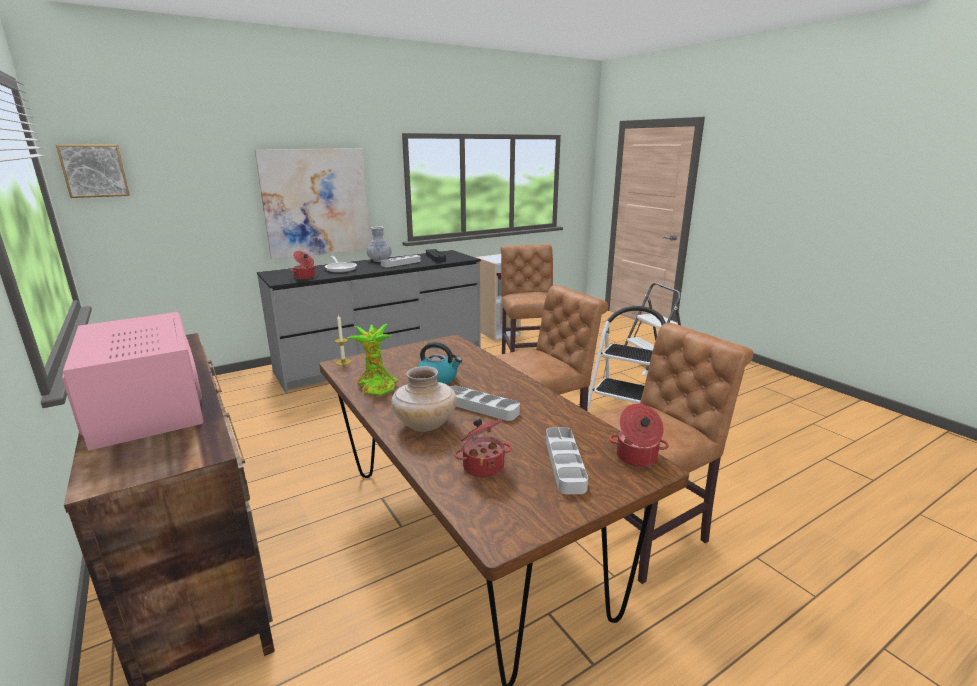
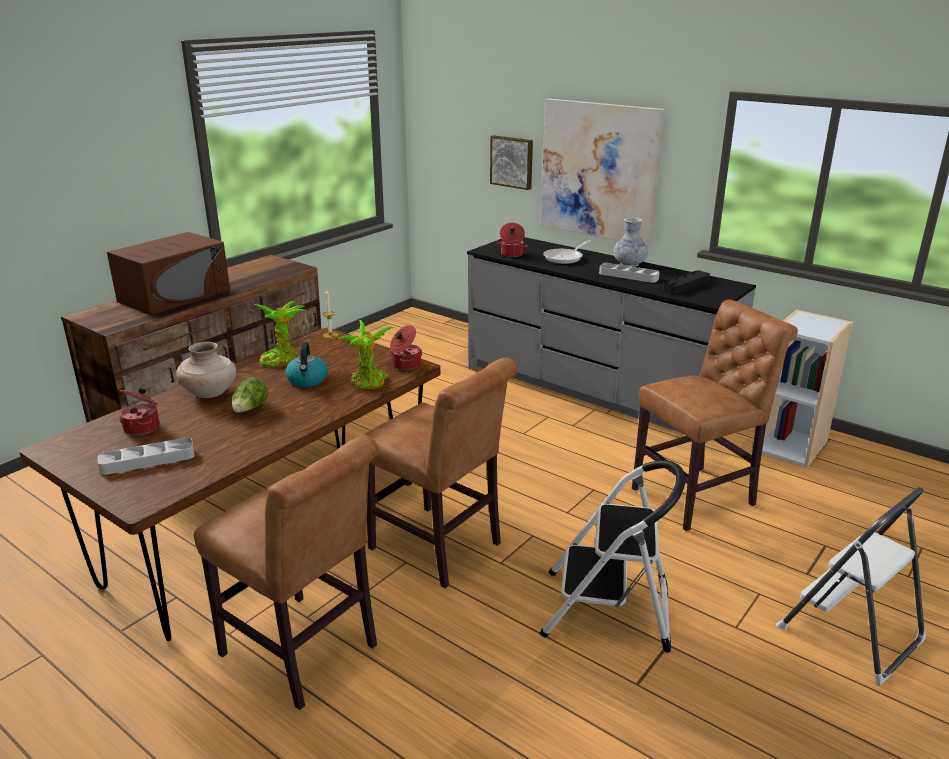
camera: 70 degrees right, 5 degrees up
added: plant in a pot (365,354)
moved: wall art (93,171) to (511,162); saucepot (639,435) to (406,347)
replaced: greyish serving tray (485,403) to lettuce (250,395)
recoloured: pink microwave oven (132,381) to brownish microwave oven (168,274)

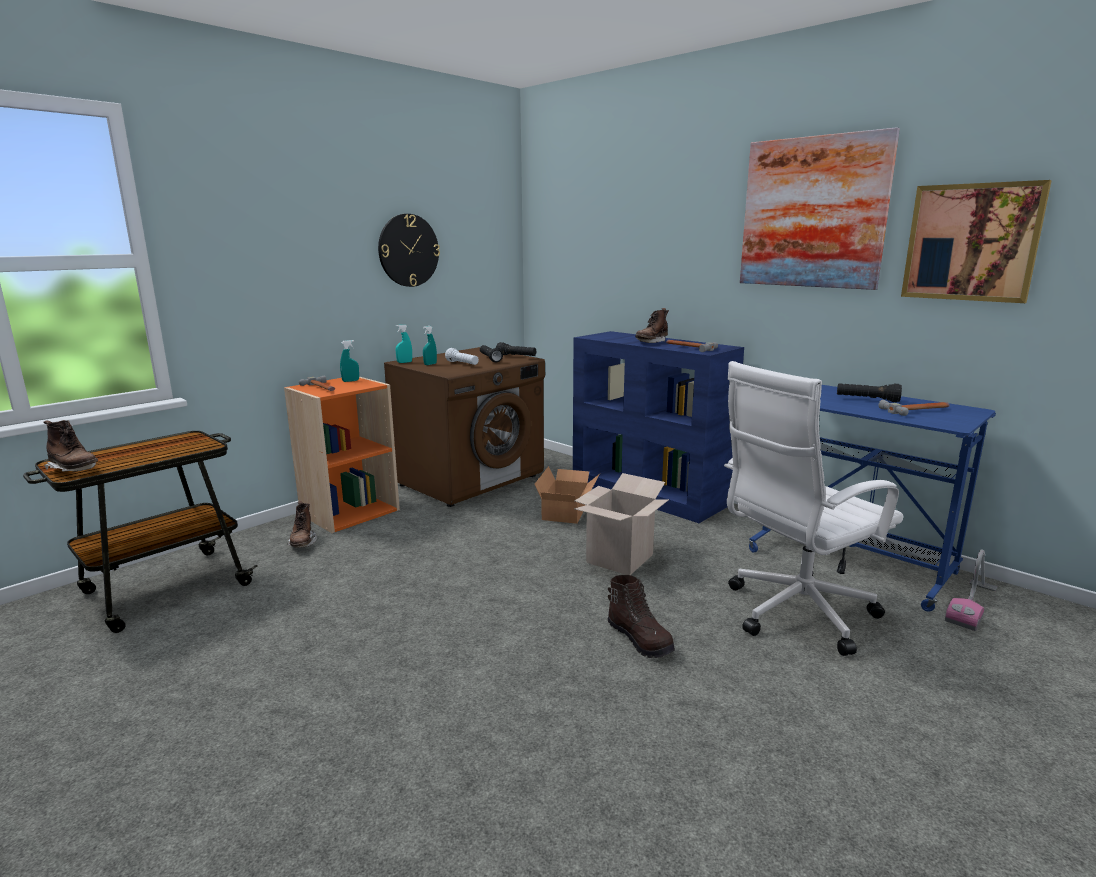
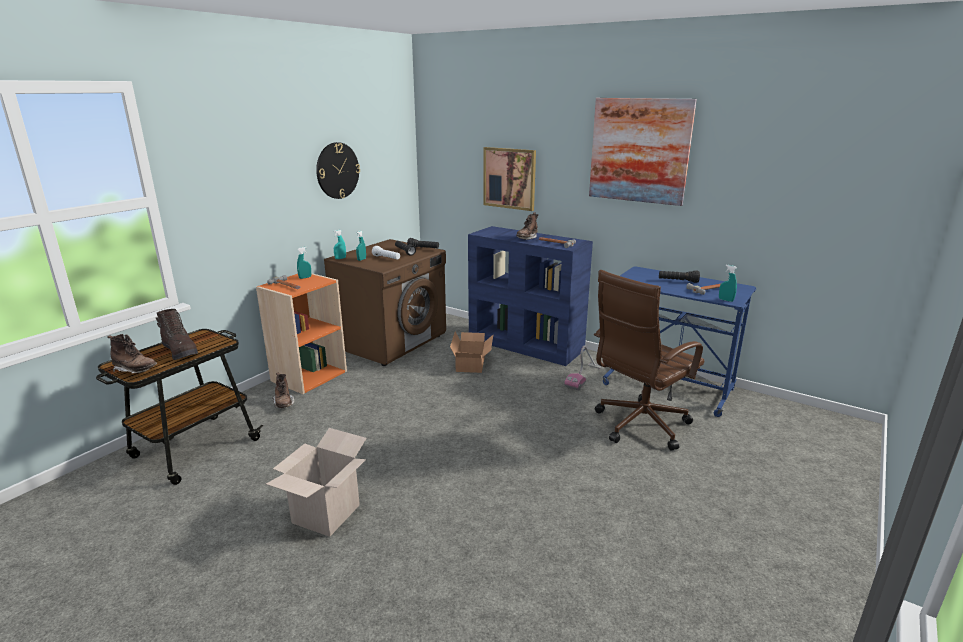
camera: 10 degrees left, 5 degrees up
added: blue-green hand sprayer (728,283)
moved: carton (621,524) to (316,482); brownish high-top boot (641,616) to (177,334); wall art (976,241) to (509,179); vacuum cleaner (971,590) to (583,368)
recoloured: white office chair (813,508) to brownish office chair (649,360)

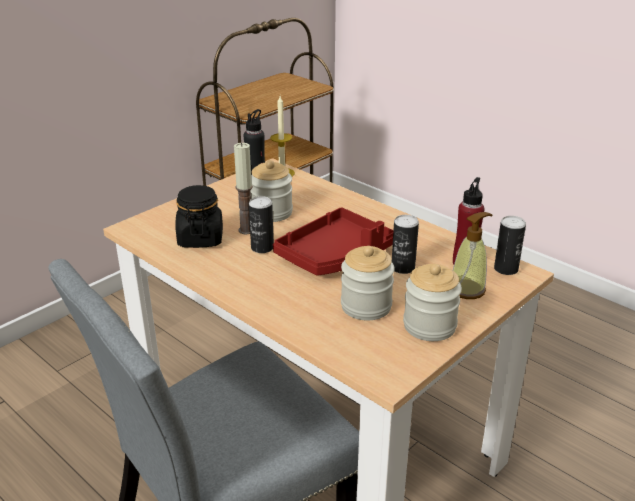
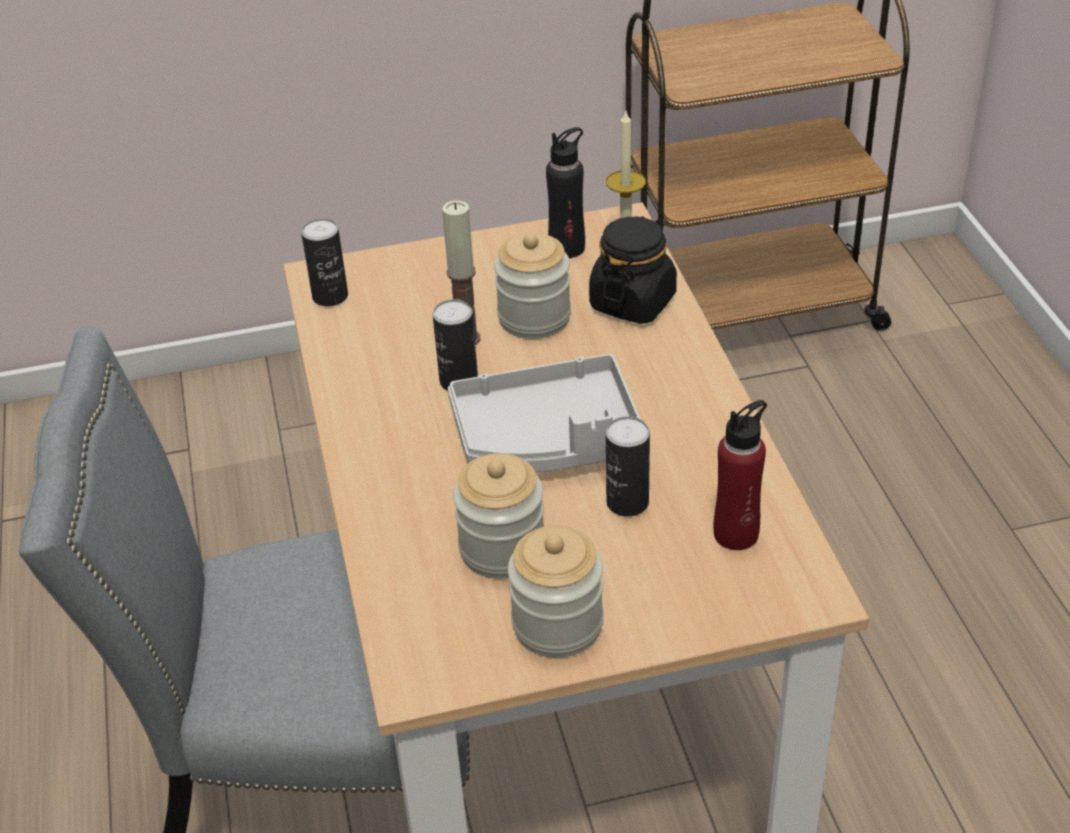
camera: 35 degrees right, 10 degrees up
removed: soap dispenser (472,255)
moved: blackish preserve jar (199,216) to (633,270); sealed can (510,245) to (324,262)
recoloured: red-coloured serving tray (333,241) to greyish serving tray (544,413)

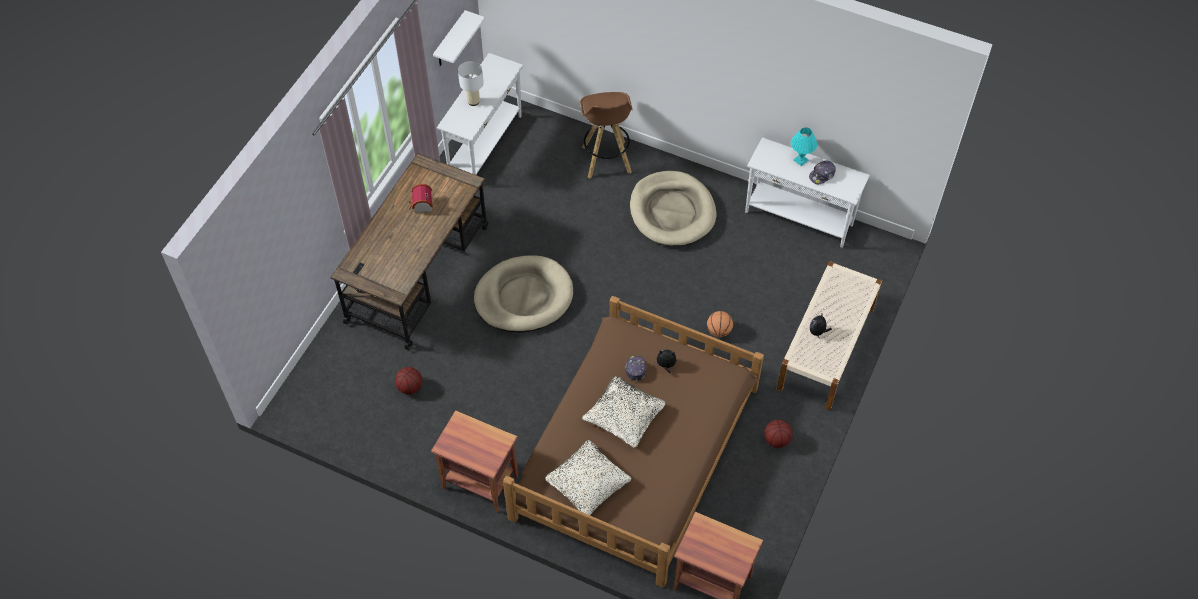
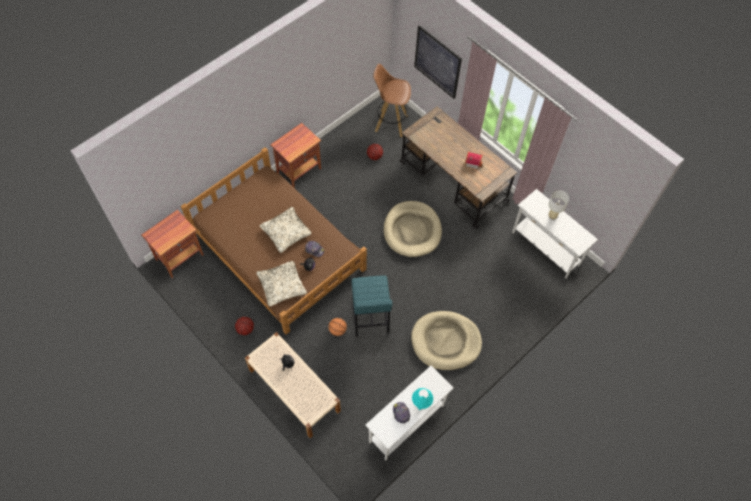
camera: 110 degrees right, 5 degrees up
removed: white bracket shelf (459,38)
added: blue-green stool seat (372,305); wall art (438,62)
moved: sand-coloured pillow (588,477) to (281,284); brownish stool seat (606,135) to (392,100)

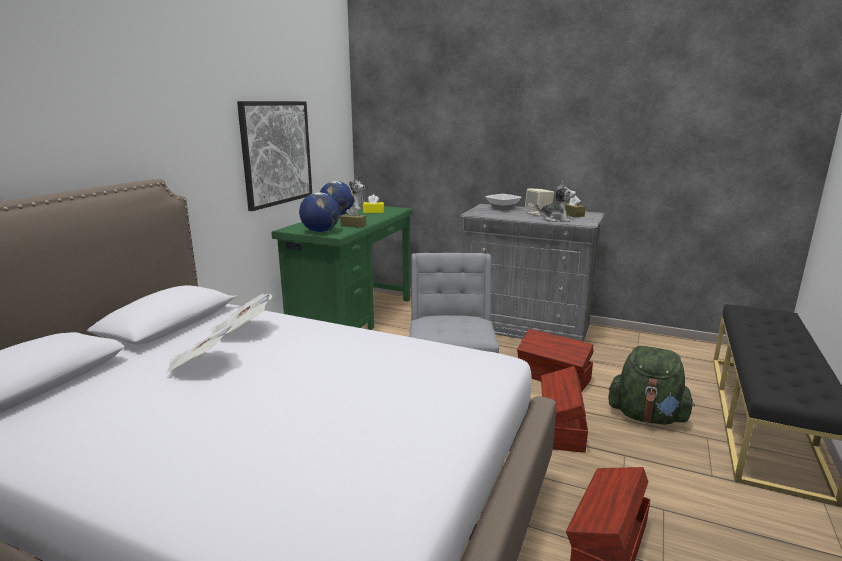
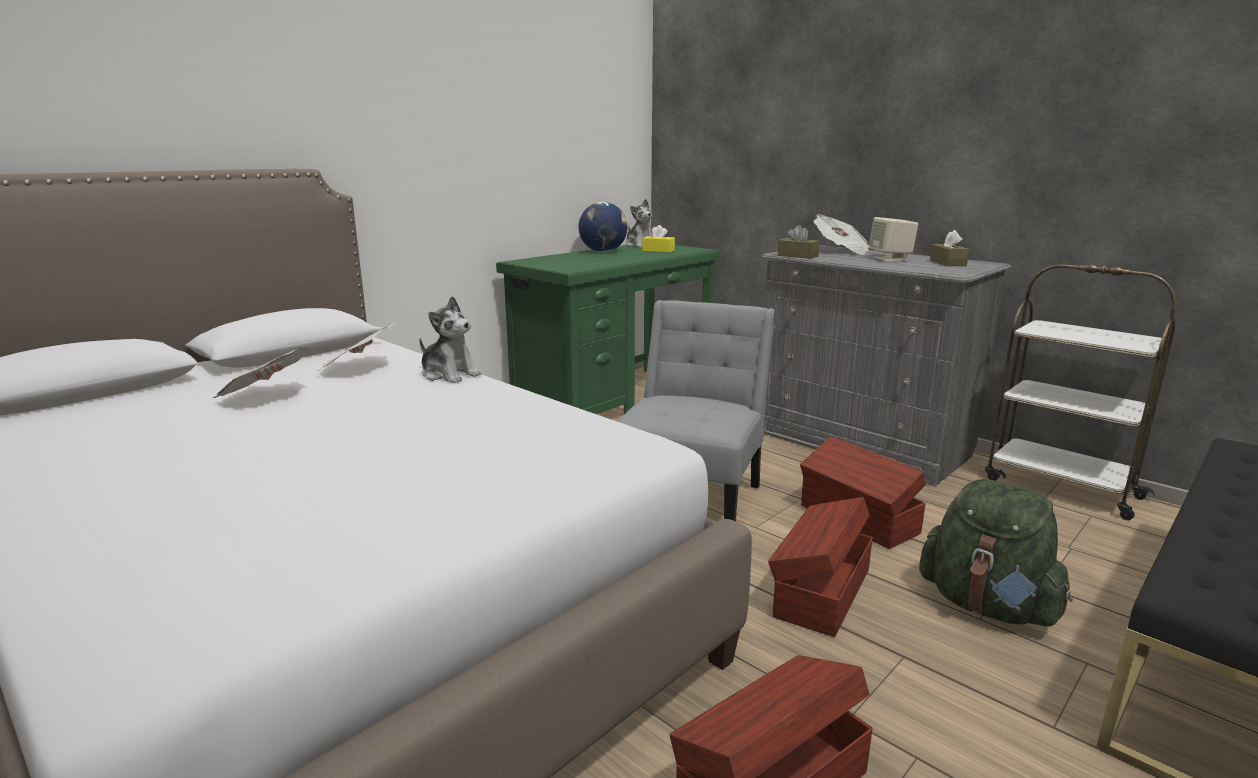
camera: 20 degrees right, 0 degrees up
removed: wall art (274,156); world globe (319,212)
added: white trolley (1080,392)
moved: brownish tissue box (353,217) to (799,242); plush toy (556,201) to (450,339)
replaced: deep dish (503,202) to daily paper (841,234)

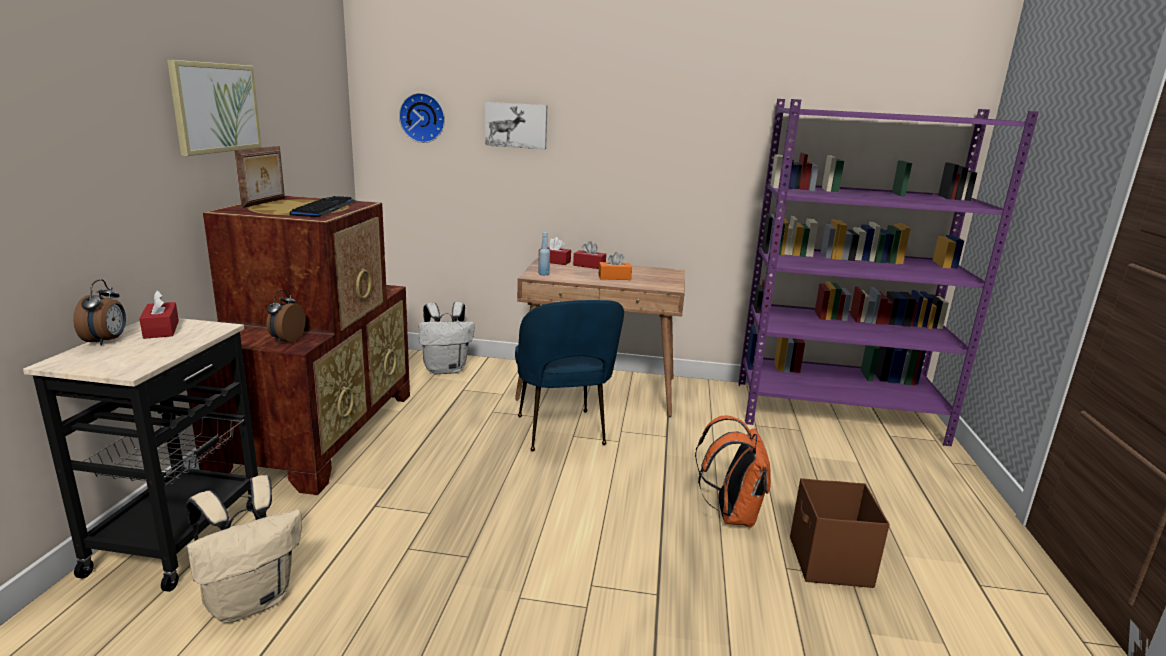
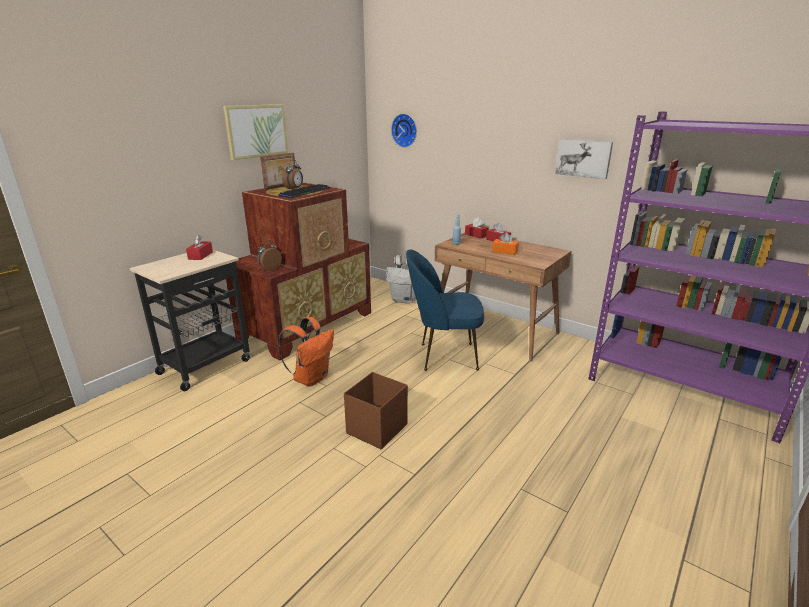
camera: 30 degrees right, 5 degrees up
removed: sand-coloured knapsack (244,549)
moved: bedside clock (99,312) to (292,174); wall art (516,125) to (584,159); orange knapsack (733,471) to (306,352); brownish storage box (840,533) to (376,410)
turned: bluish plain chair (569,375) = (445,310) 75 degrees clockwise

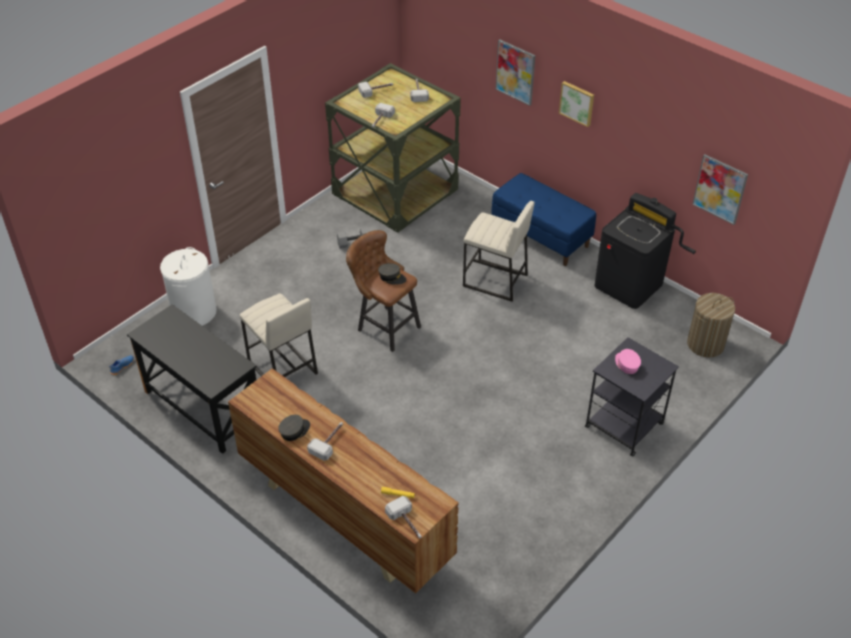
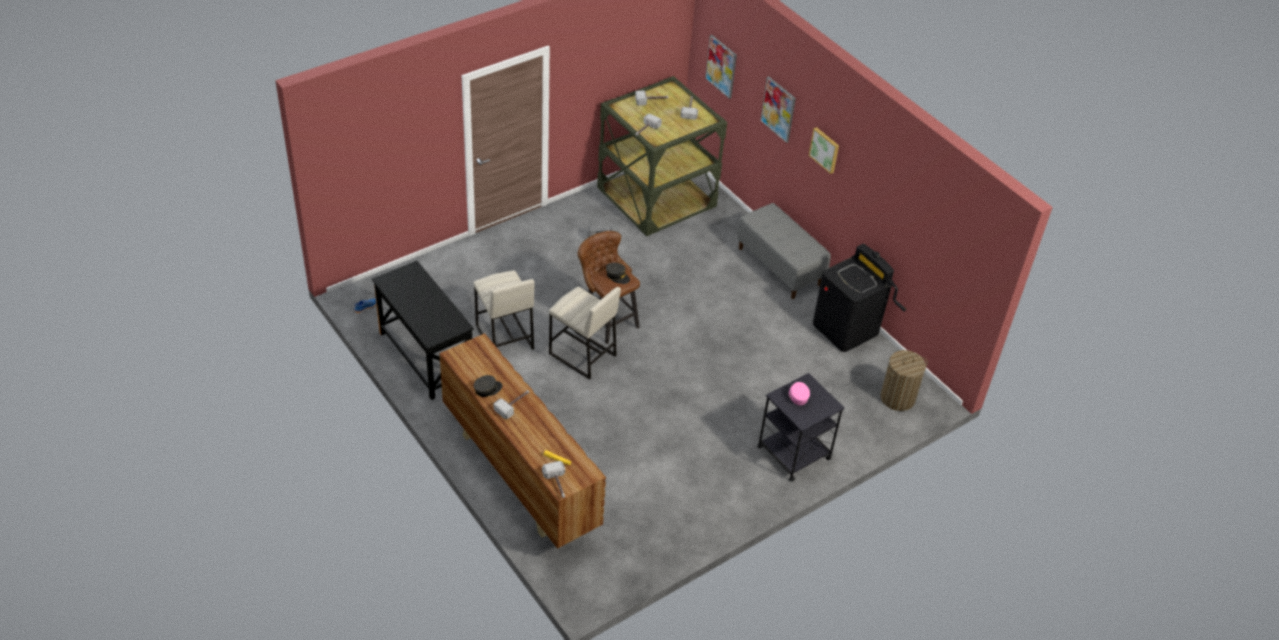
camera: 10 degrees right, 0 degrees up
removed: white washing basket (188,286)
moved: sand-coloured stool seat (498,251) to (585,333); wall art (720,189) to (721,67)
recoloured: bluish bench (543,219) to greyish bench (784,251)

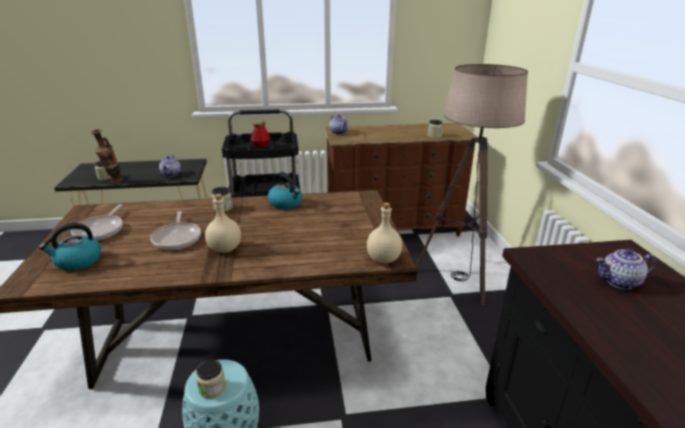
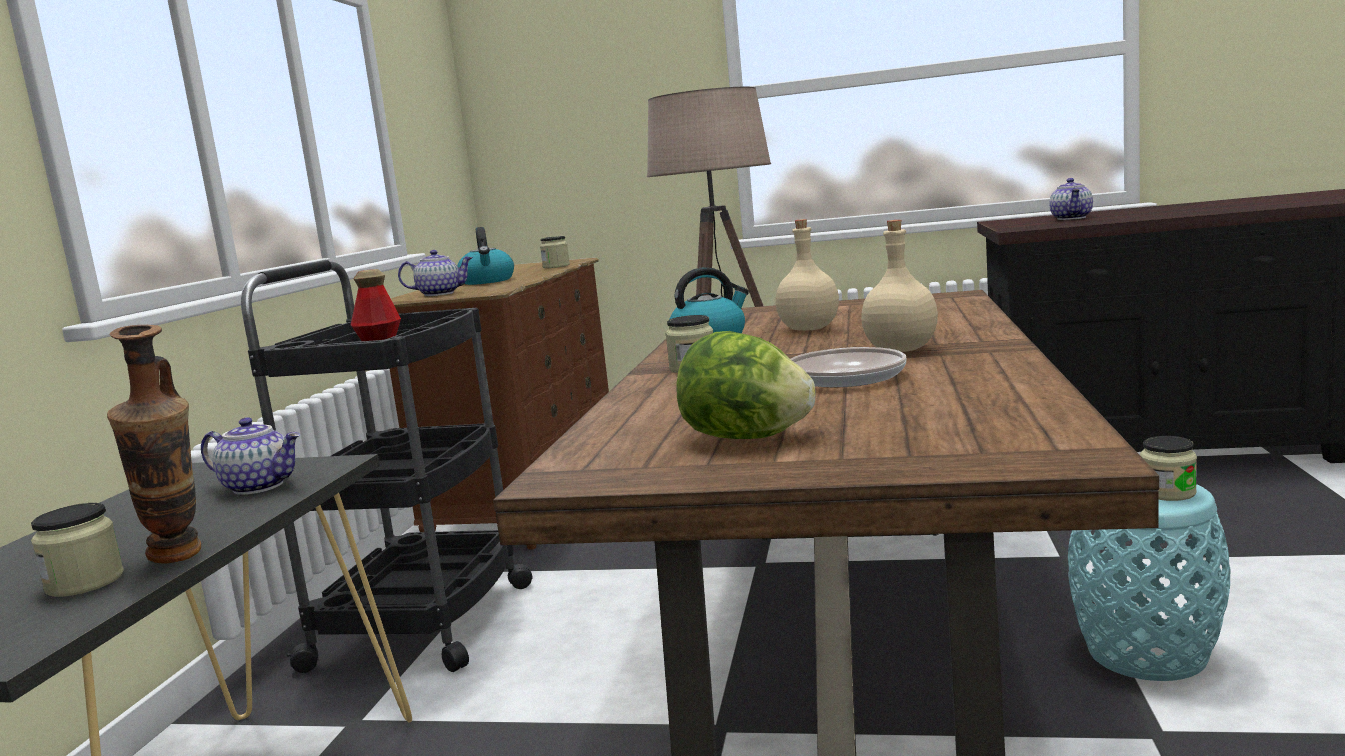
camera: 70 degrees left, 15 degrees down
moved: water kettle (70,247) to (485,256); sand-coloured beverage bottle (384,232) to (807,275)
replaced: pan (97,222) to lettuce (746,385)

